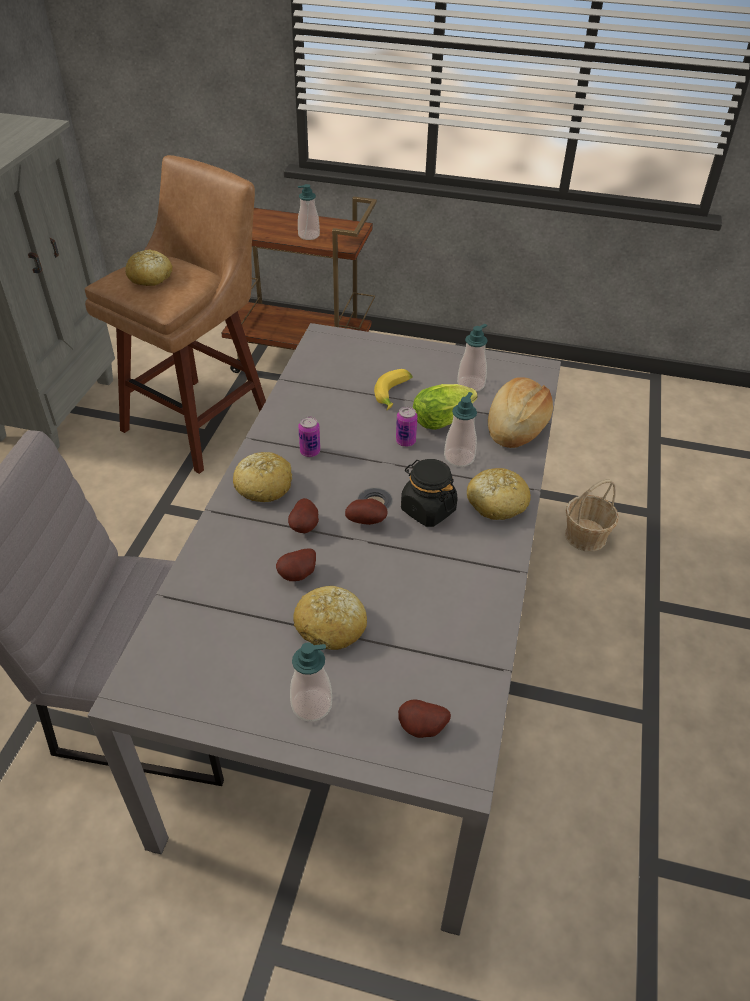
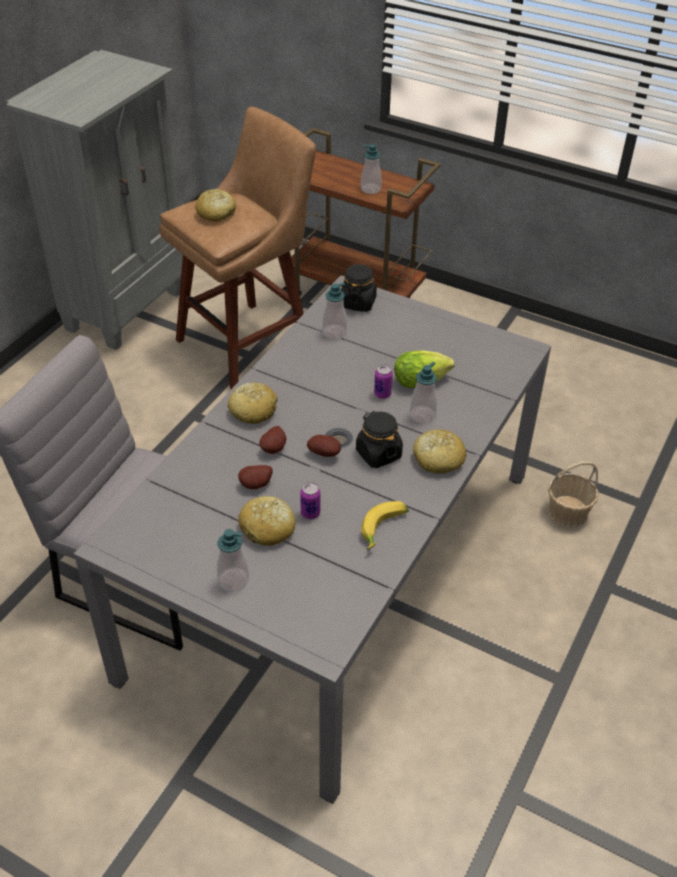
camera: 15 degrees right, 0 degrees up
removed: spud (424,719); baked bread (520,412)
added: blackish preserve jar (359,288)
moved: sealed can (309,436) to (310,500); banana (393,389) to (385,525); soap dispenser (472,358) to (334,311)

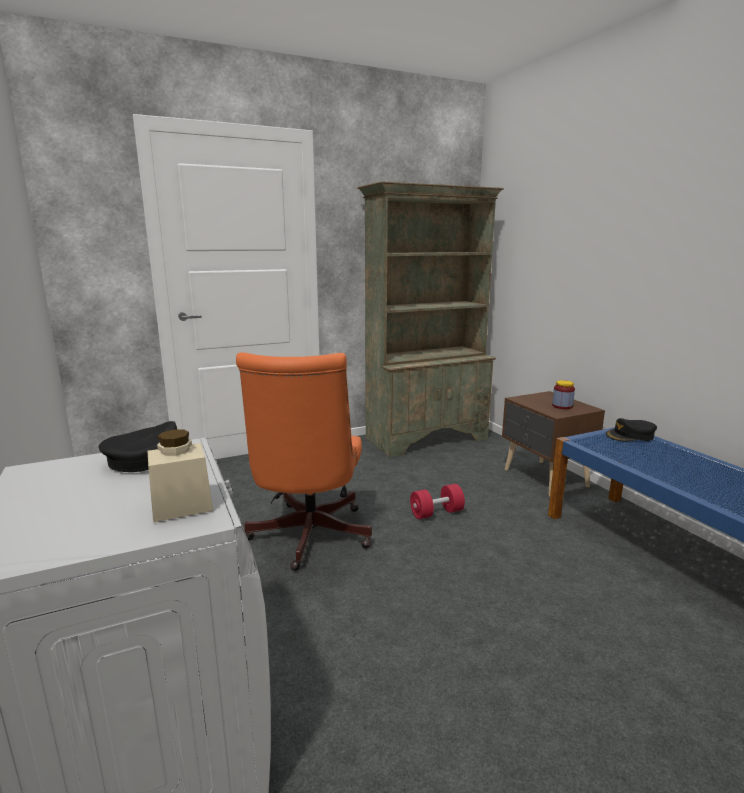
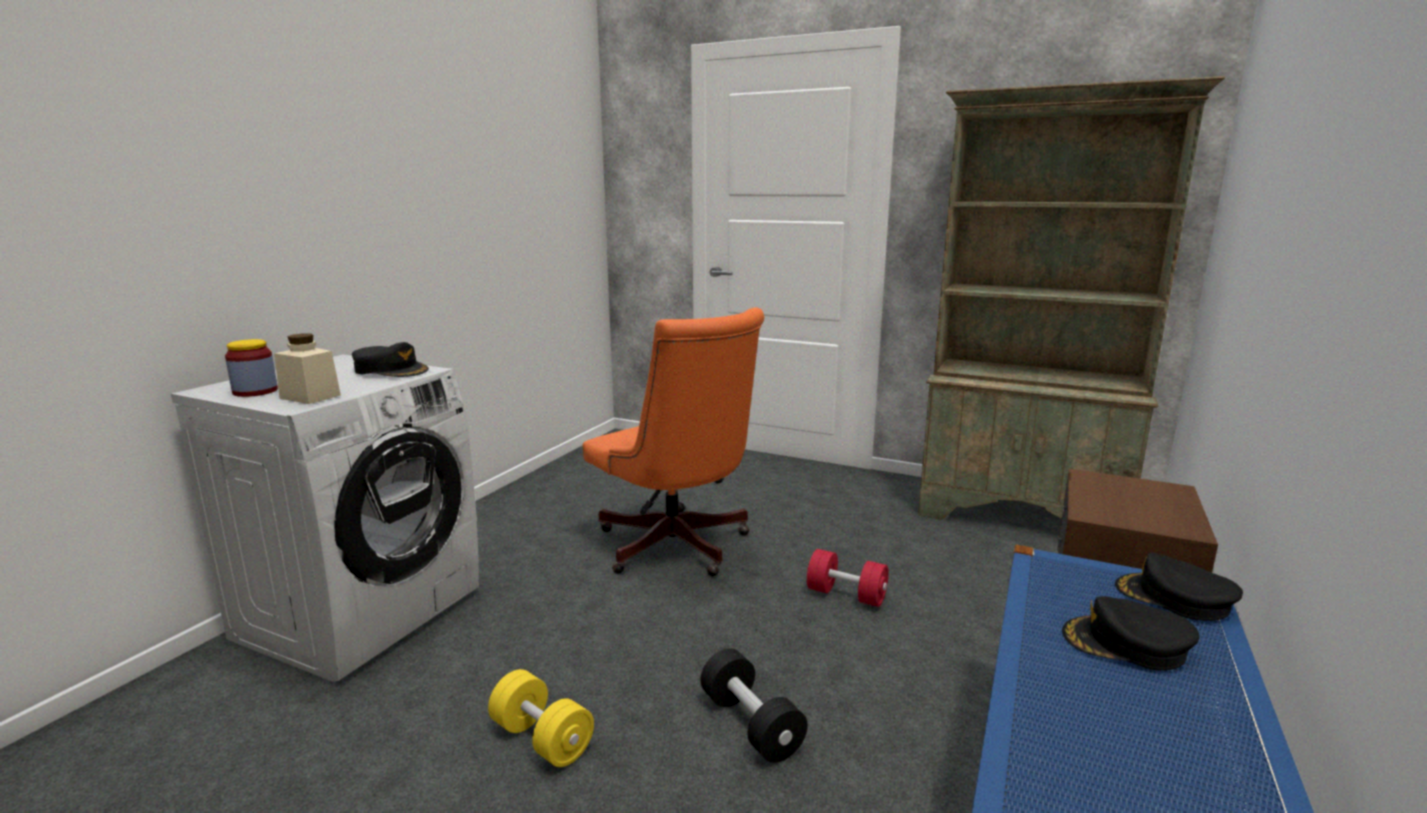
camera: 50 degrees right, 0 degrees up
added: yellow dumbbell (541,718); blackish dumbbell (754,705); blackish baseball cap (1131,633)
moved: preserve jar (563,394) to (251,368)
turned: orange office chair (304,461) = (673,442) 90 degrees counterclockwise

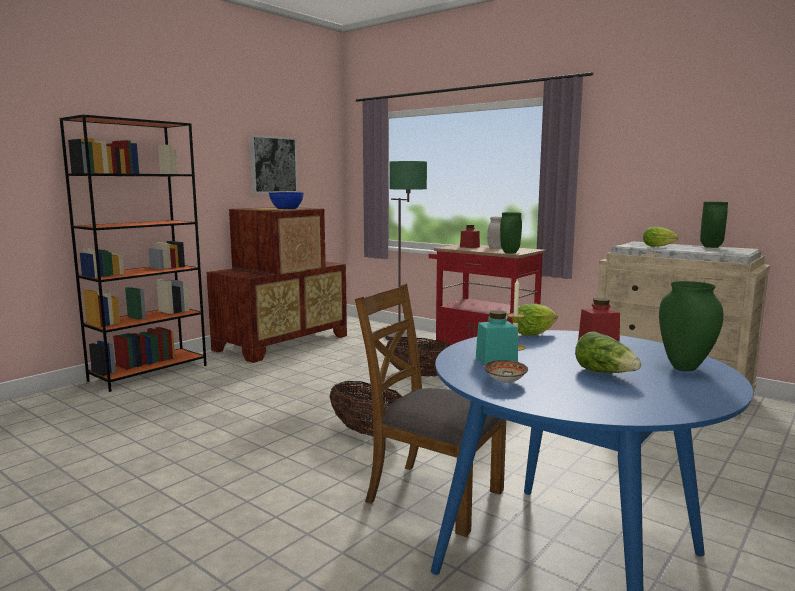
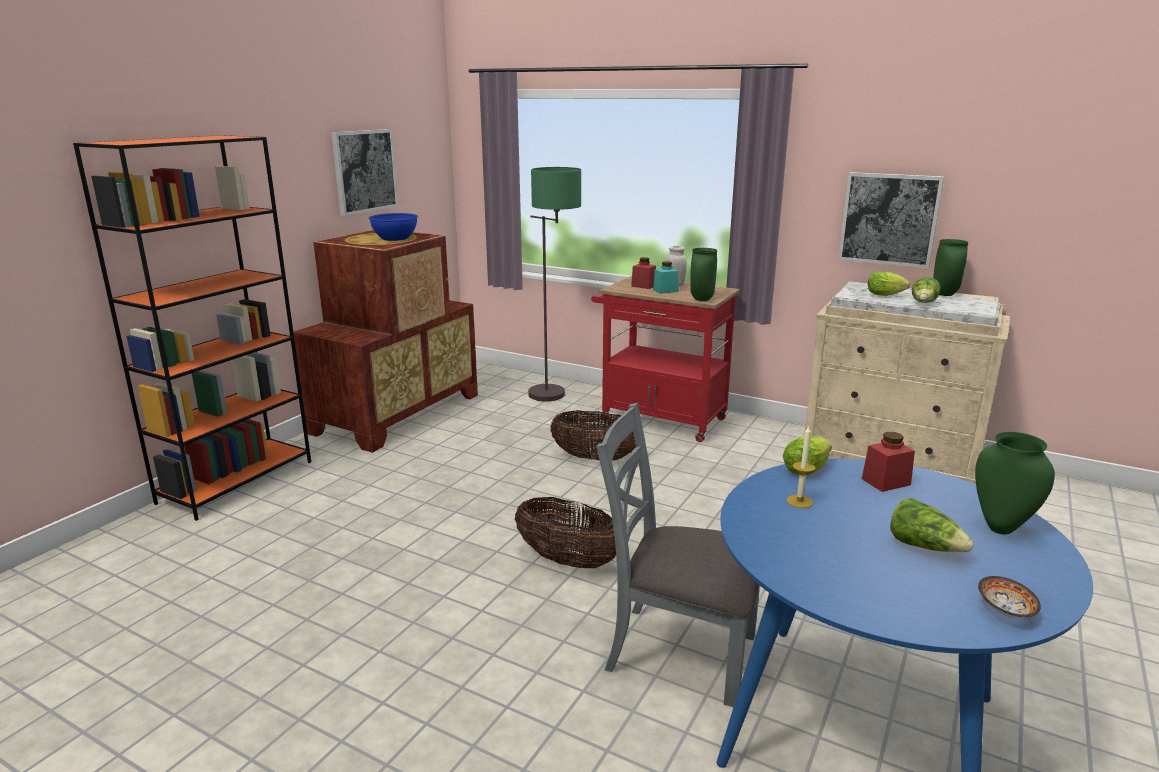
camera: 10 degrees left, 10 degrees up
added: wall art (891,220); lettuce (926,290)
moved: blue-green preserve jar (497,337) to (666,277); deep dish (506,371) to (1009,597)
recoloured: brownish plain chair (430,410) to greyish plain chair (678,555)

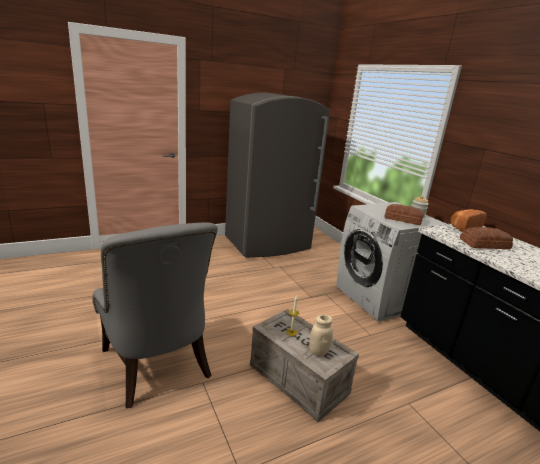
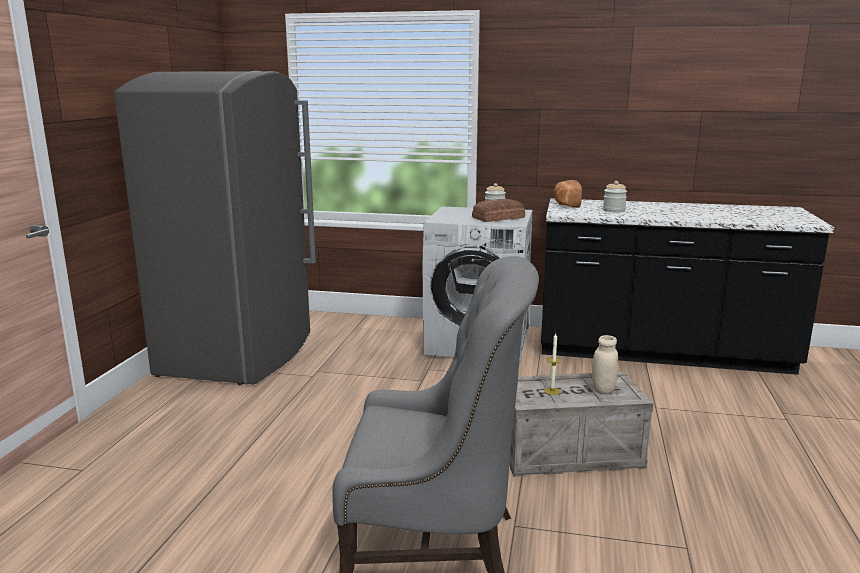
camera: 50 degrees left, 5 degrees down
replaced: baked bread (486,238) to preserve jar (615,196)

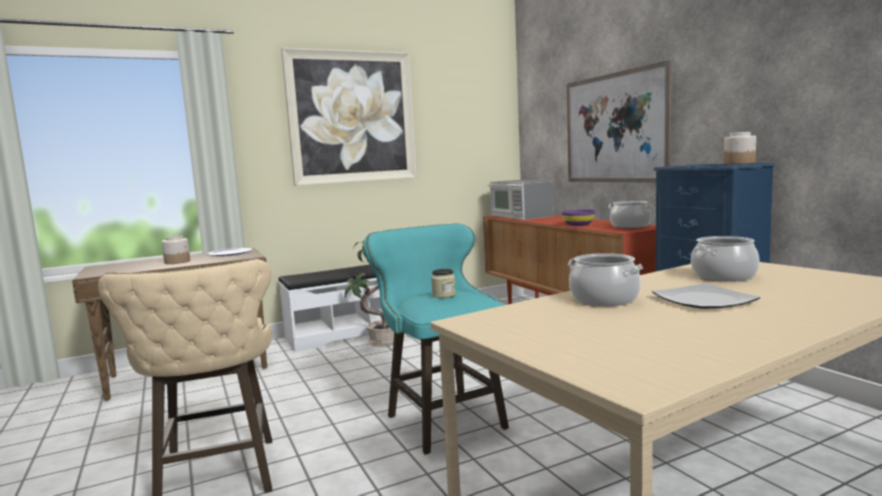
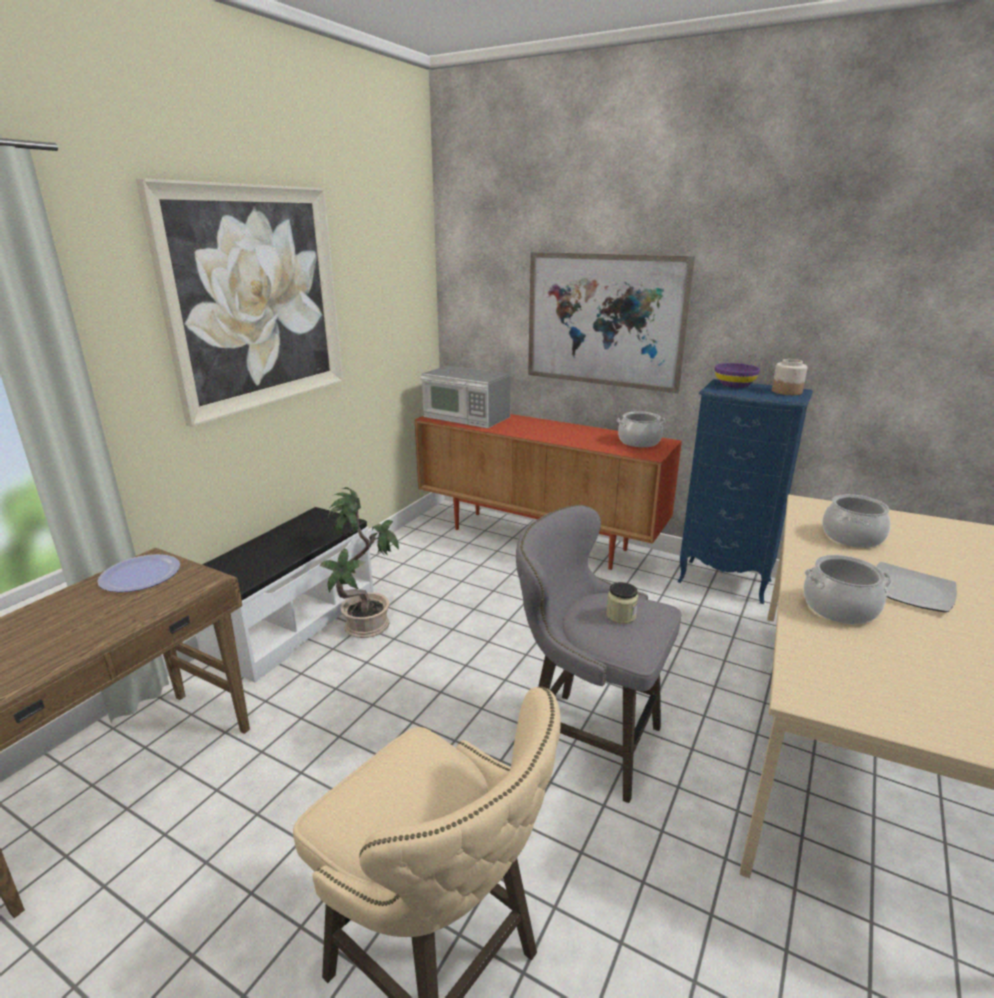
camera: 35 degrees left, 15 degrees up
removed: preserve jar (176,249)
moved: purple-coloured deep dish (578,217) to (737,375)
recoloured: blue-green stool seat (436,339) to greyish stool seat (598,654)

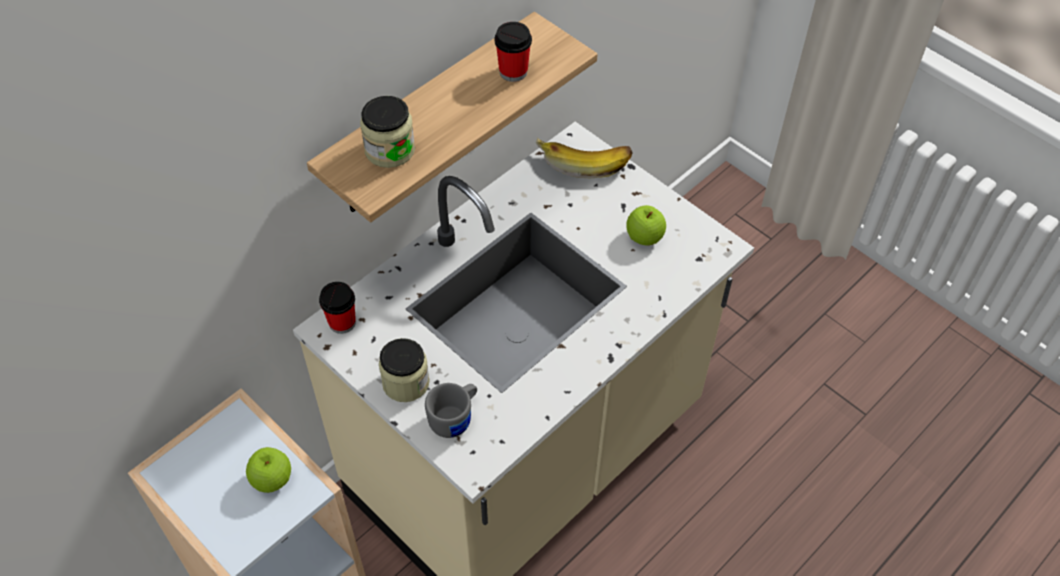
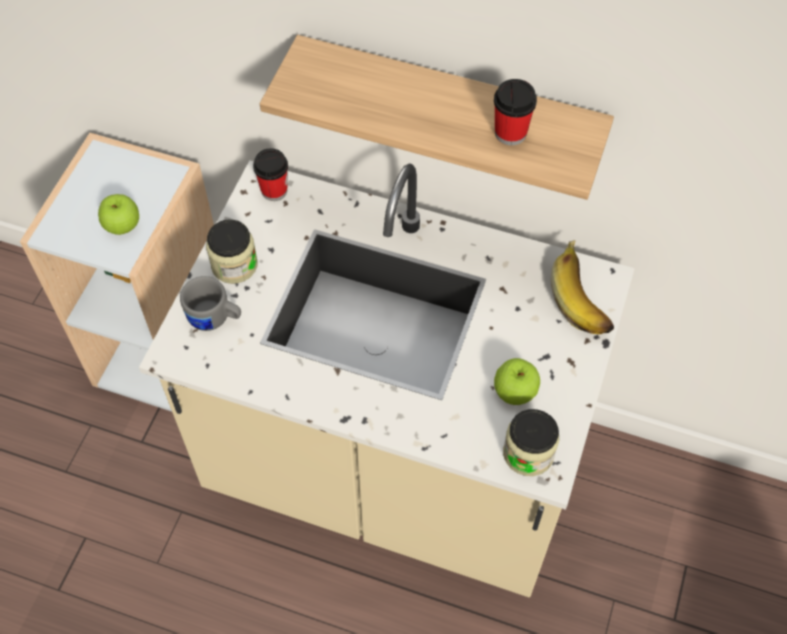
camera: 65 degrees right, 5 degrees up
moved: preserve jar (387,132) to (531,442)

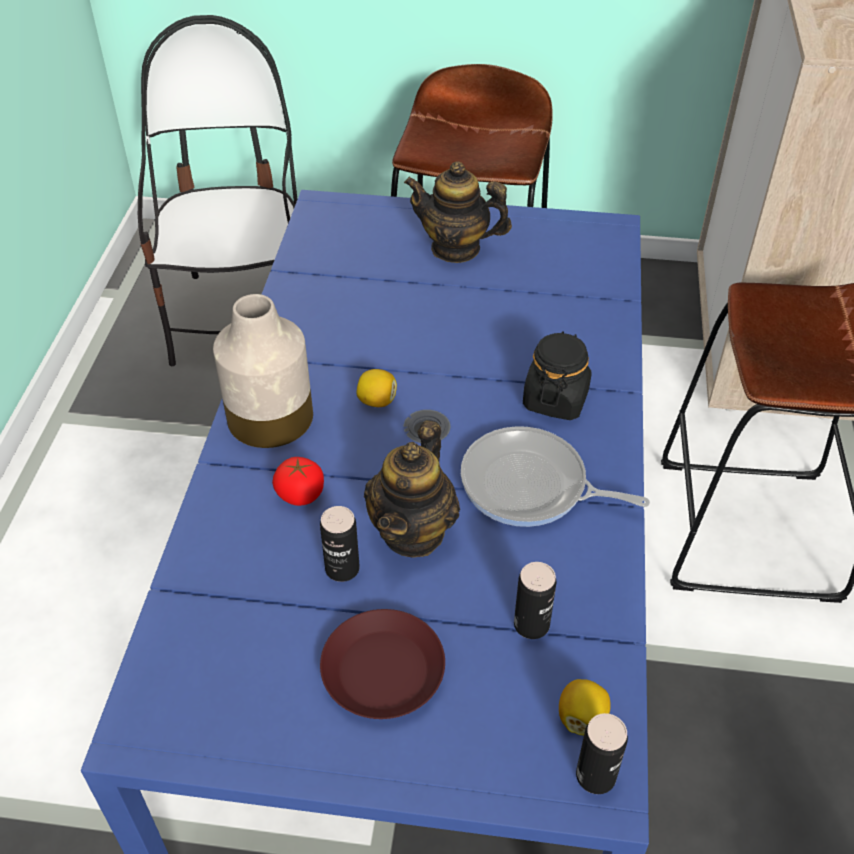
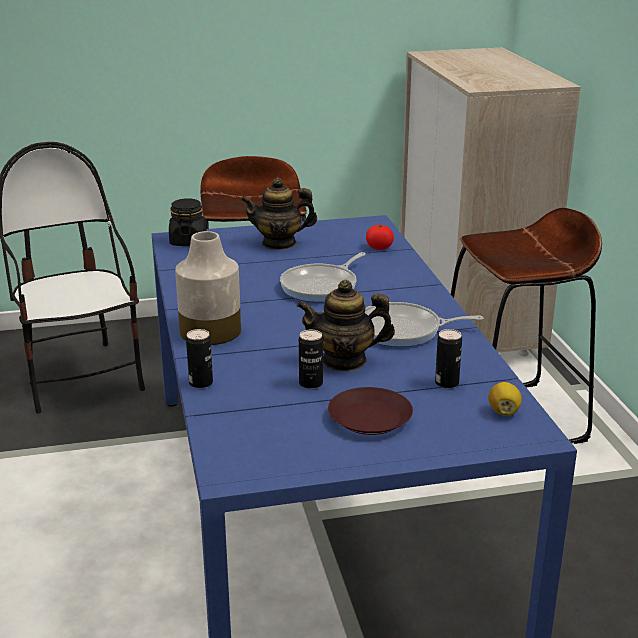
camera: 20 degrees left, 20 degrees down
removed: whole lemon (376,388)
added: pan (323,277)
moved: tomato (298,481) to (380,237); blackish preserve jar (557,375) to (188,222); sealed can (602,753) to (199,358)
turned: teapot (412,489) = (346,325) 90 degrees clockwise

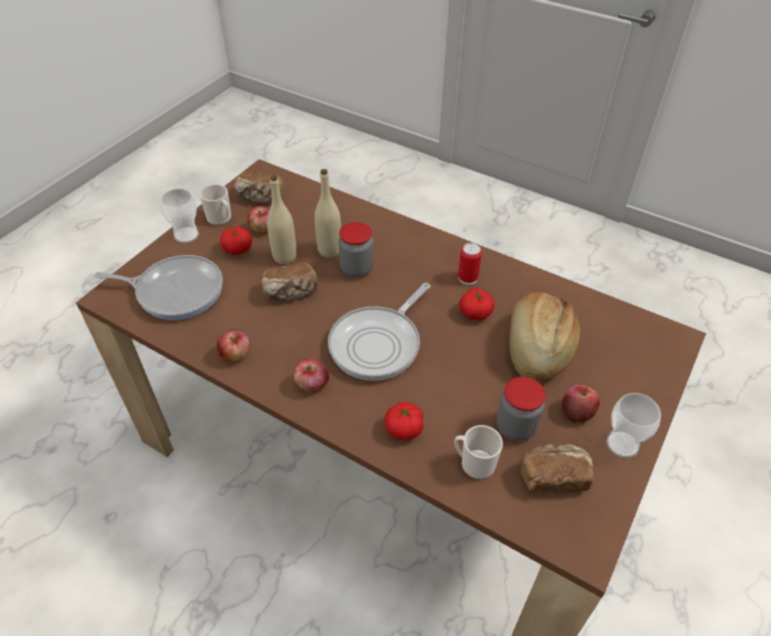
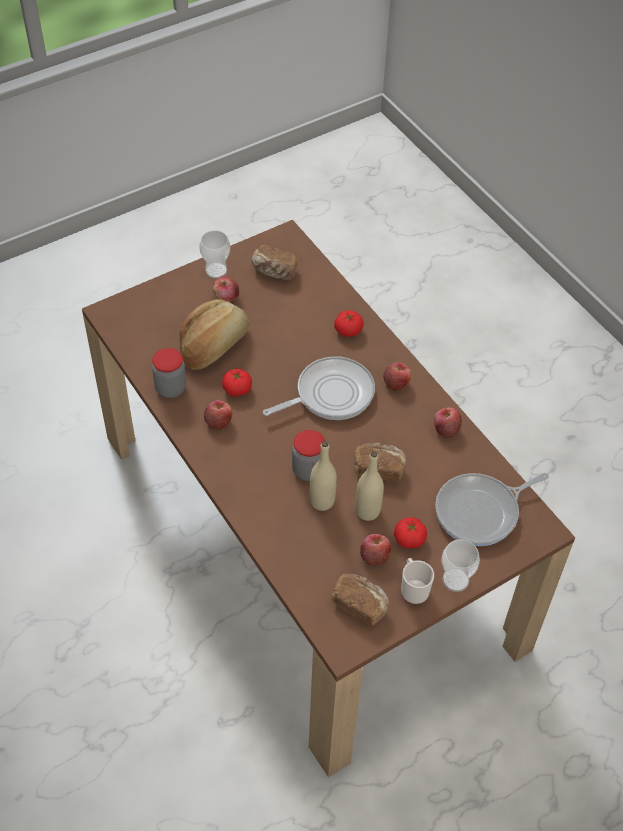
camera: 155 degrees left, 5 degrees up
removed: tea mug (478,452)
moved: preserve jar (521,409) to (169,373)
replaced: sealed can (470,264) to whole apple (218,415)
turned: pan (158,287) = (492,509) 60 degrees counterclockwise

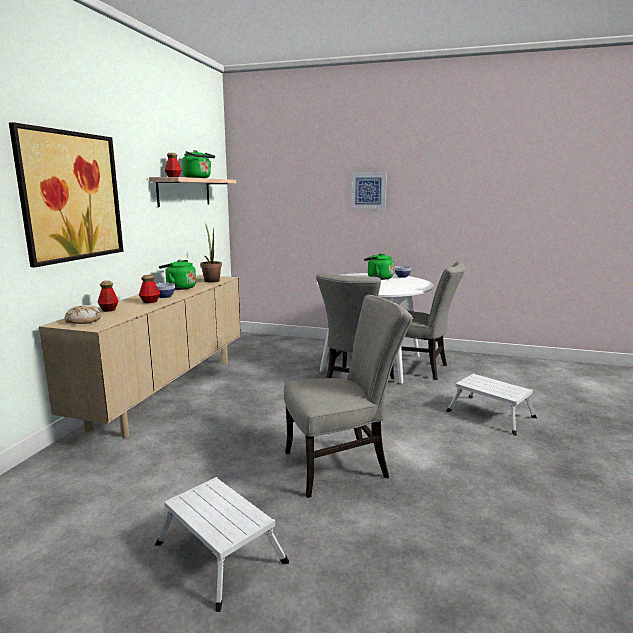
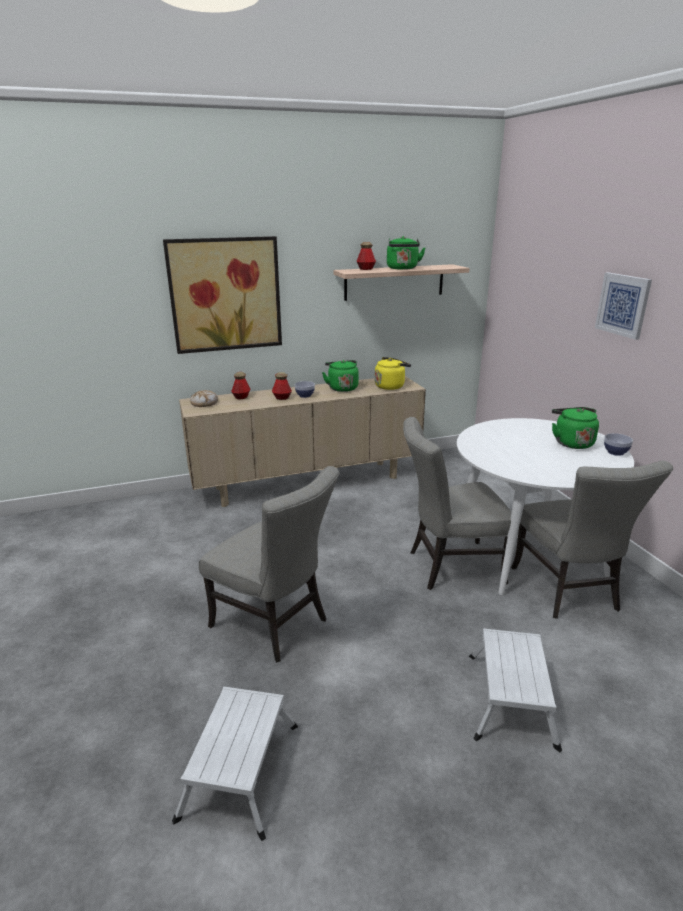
camera: 55 degrees right, 10 degrees up
moved: white step ladder (222,544) to (235,764)
replaced: plant in a pot (211,253) to yellow water kettle (393,373)

